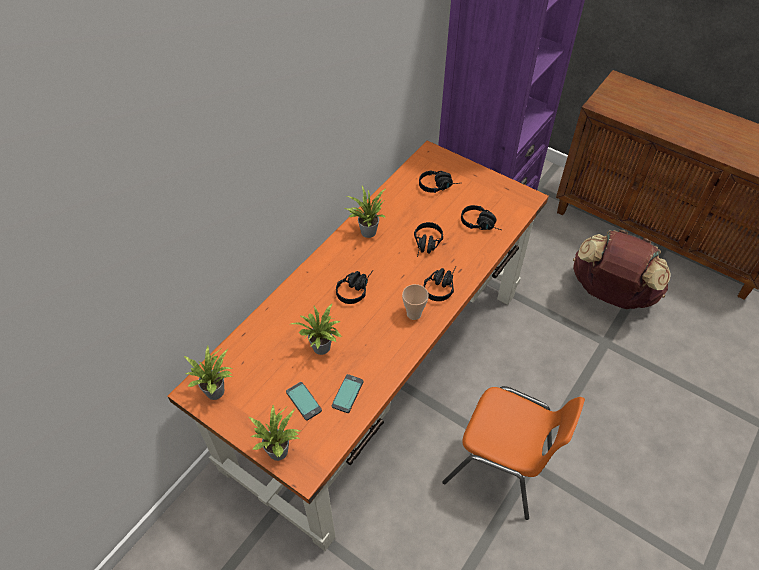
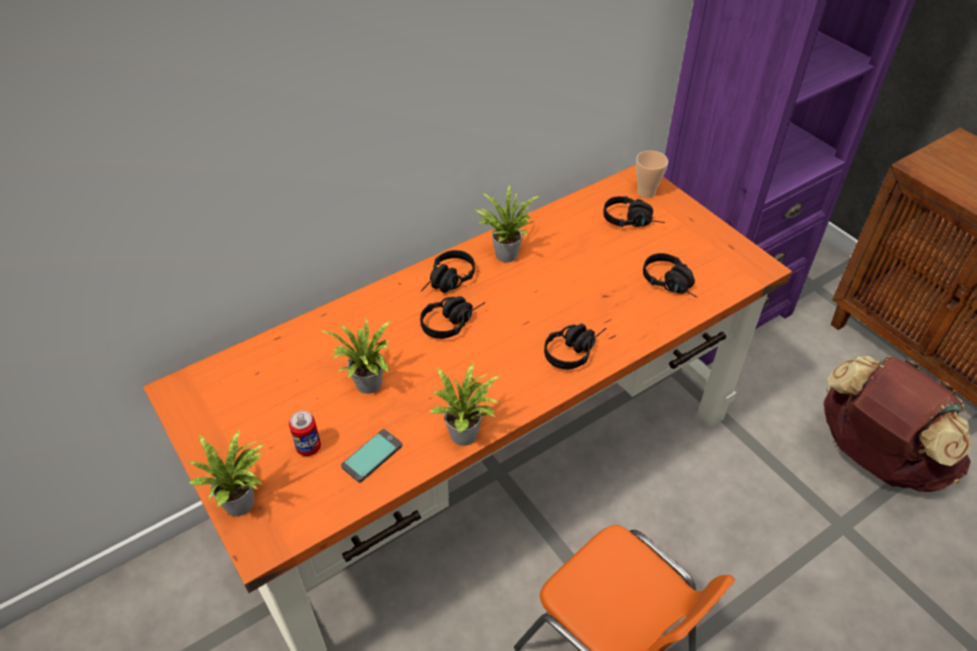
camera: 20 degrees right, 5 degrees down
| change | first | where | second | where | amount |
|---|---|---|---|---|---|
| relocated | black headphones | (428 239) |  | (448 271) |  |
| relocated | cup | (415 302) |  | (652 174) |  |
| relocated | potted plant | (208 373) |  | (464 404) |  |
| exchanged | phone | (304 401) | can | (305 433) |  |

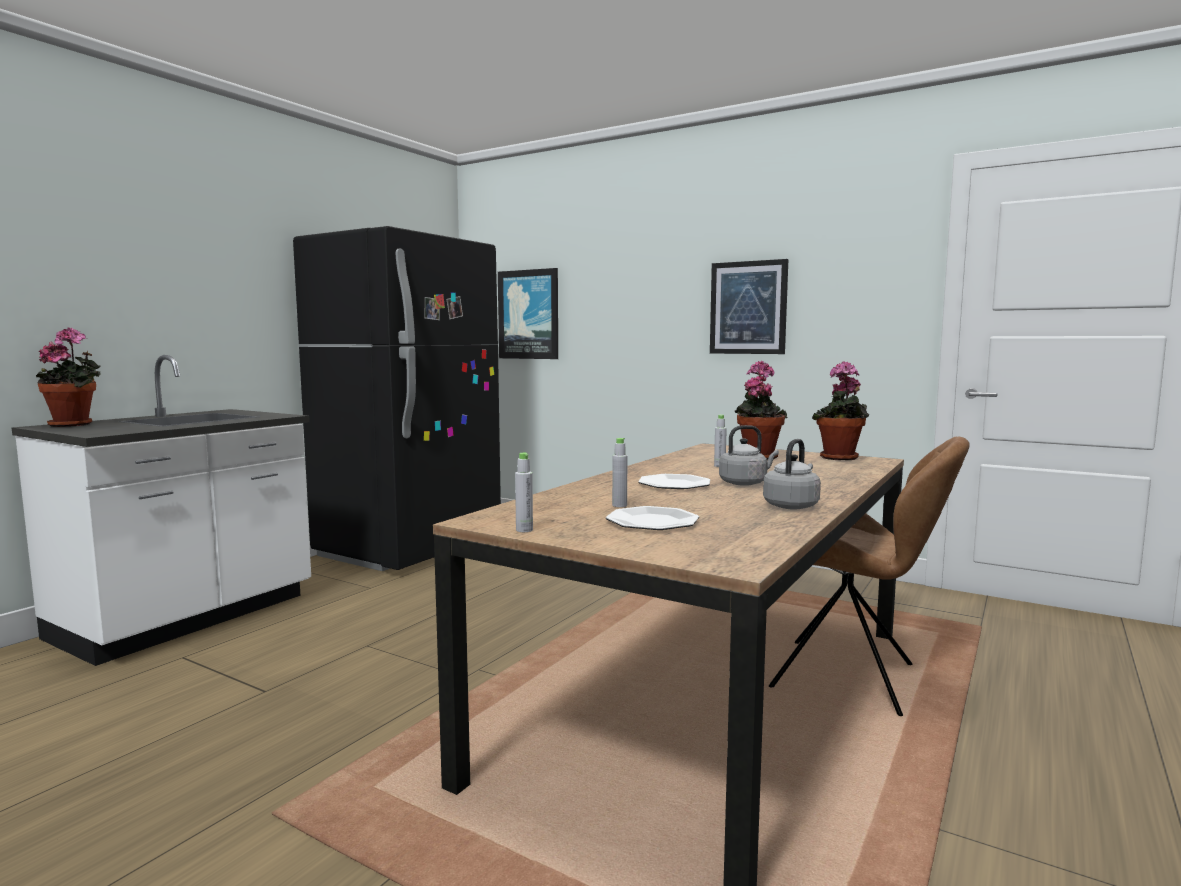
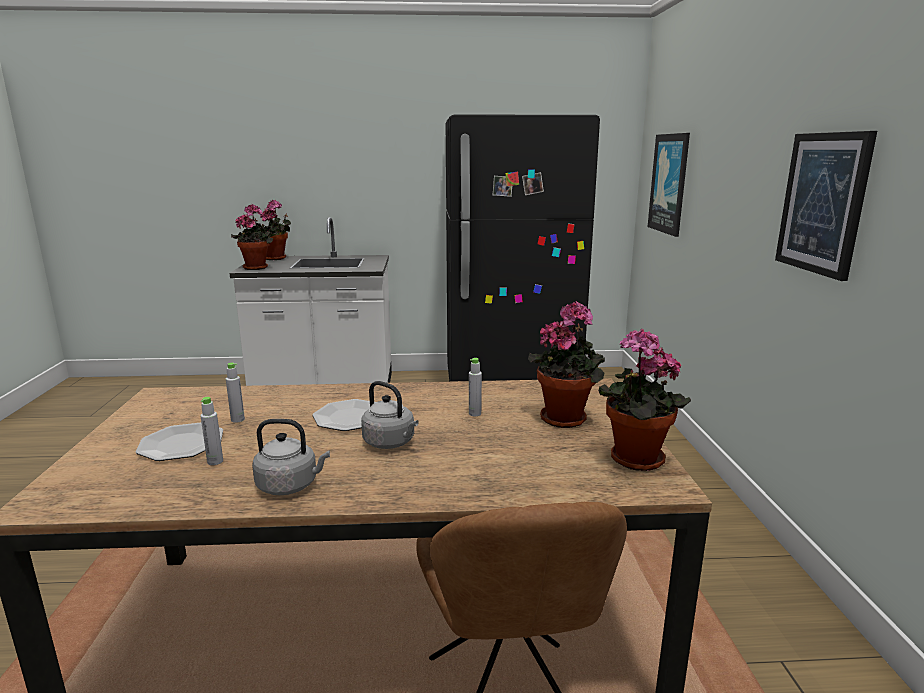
camera: 55 degrees right, 10 degrees up
| change | first | where | second | where | amount |
|---|---|---|---|---|---|
| relocated | grey bottle | (524 492) |  | (211 431) |  |
| appeared |  |  | potted plant | (252 237) |  |

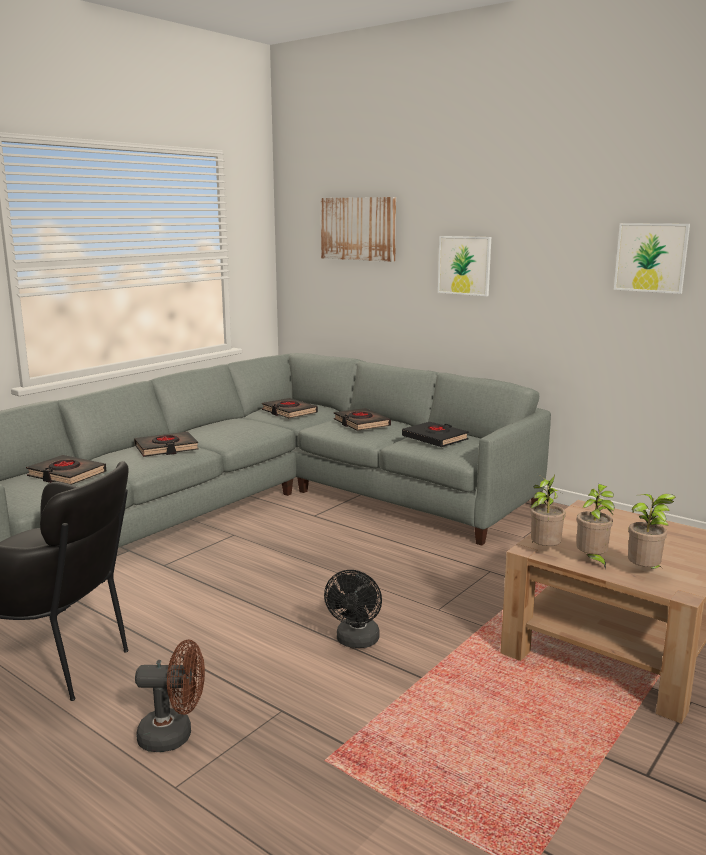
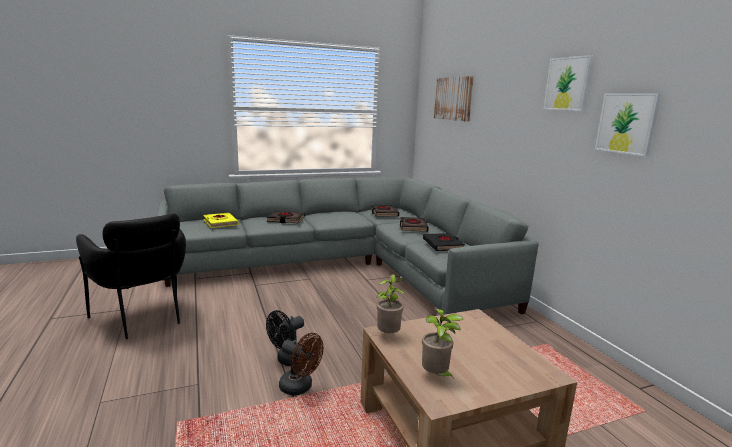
camera: 30 degrees right, 0 degrees up
| change | first | where | second | where | amount |
|---|---|---|---|---|---|
| relocated | picture | (464 266) |  | (568 83) |  |
| colour | black book | (66 470) | yellow book | (220 220) |  |
| missing | potted plant | (595 527) |  |  |  |
| relocated | brown fan | (170 696) |  | (301 364) |  |

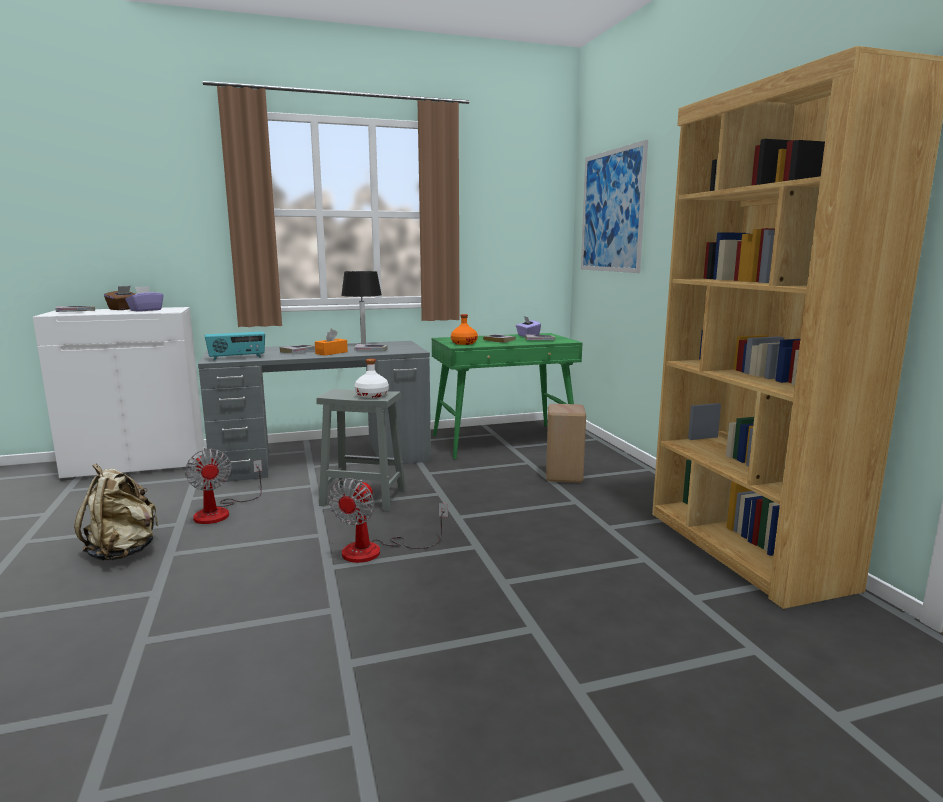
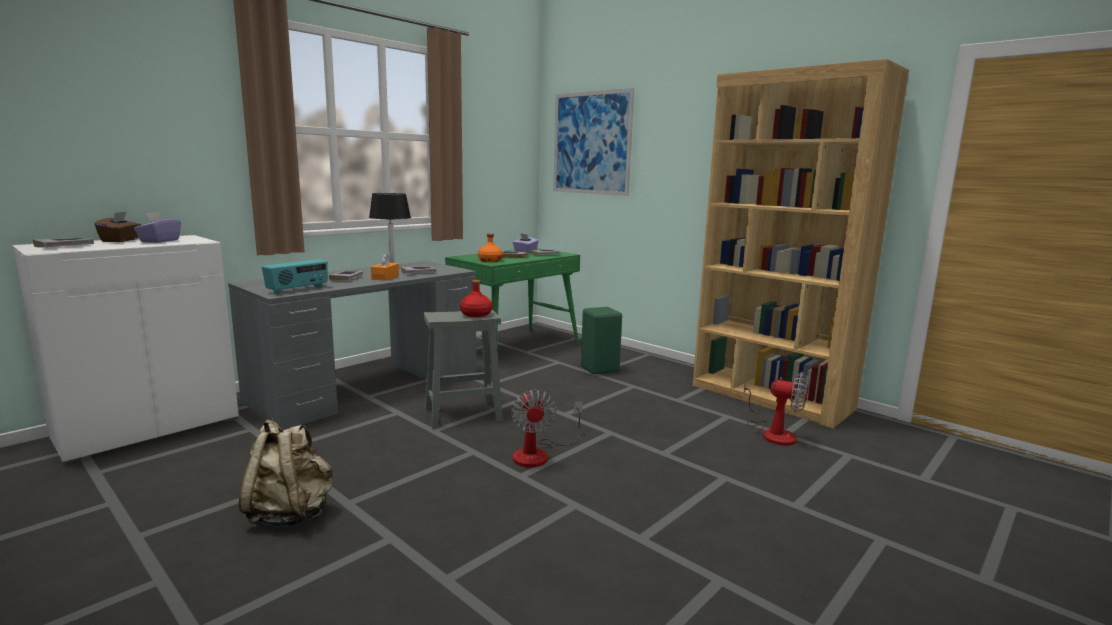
camera: 30 degrees left, 0 degrees up
| change | first | where | second | where | amount |
|---|---|---|---|---|---|
| colour | white bottle | (371 378) | red bottle | (476 298) |  |
| colour | beige stool | (566 443) | green stool | (601 341) |  |
| relocated | fan | (223 486) |  | (776 408) |  |

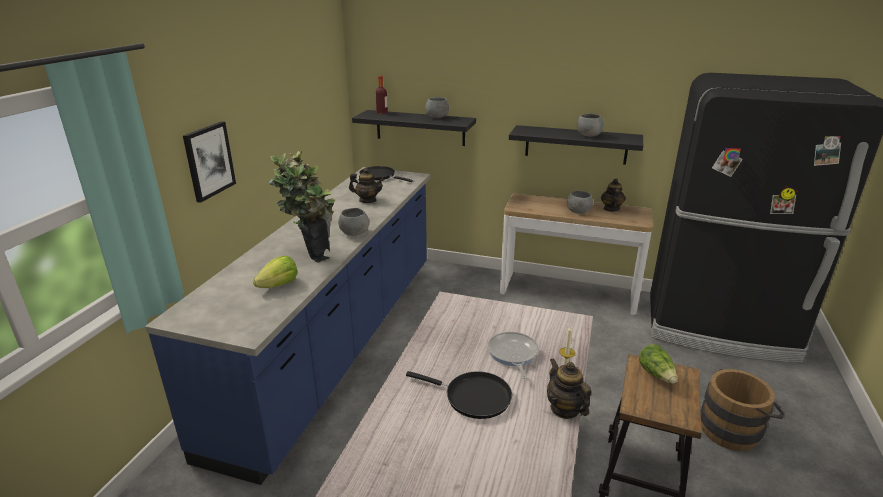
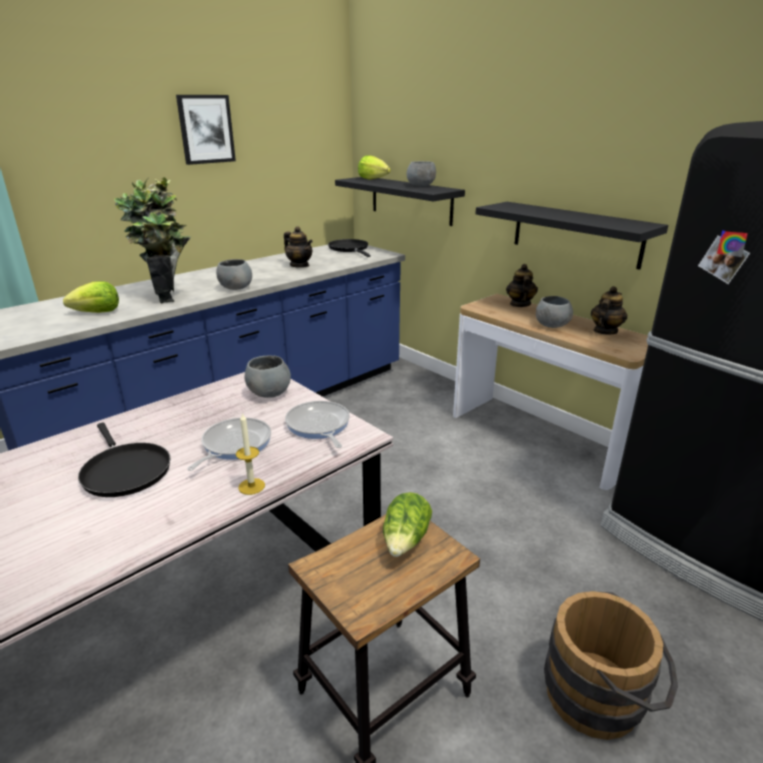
camera: 30 degrees right, 0 degrees up
| change | first | where | second | where | amount |
|---|---|---|---|---|---|
| exchanged | bottle | (382 95) | lettuce | (374 167) |  |
| relocated | grey bowl | (590 125) |  | (268 377) |  |
| relocated | picture | (209 162) |  | (206 130) |  |
| relocated | teapot | (569 388) |  | (522 285) |  |
| appeared |  |  | frying pan | (317 424) |  |

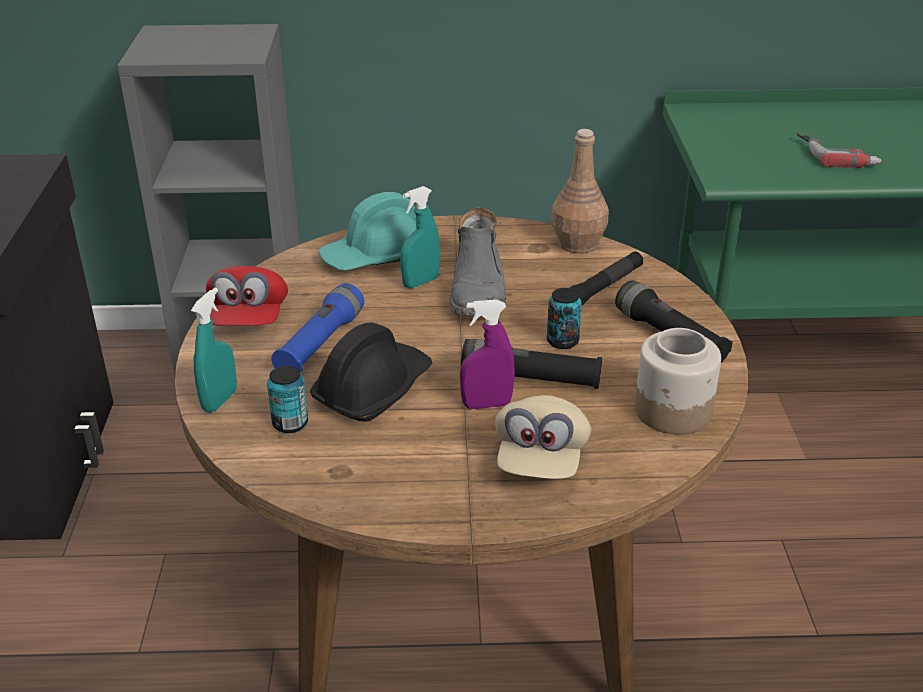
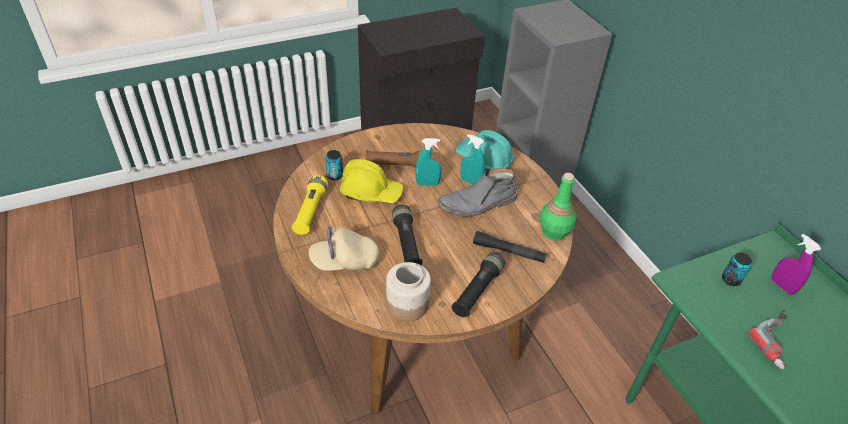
camera: 65 degrees right, 10 degrees up
| change | first | where | second | where | amount |
|---|---|---|---|---|---|
| colour | brown bottle | (580 191) | green bottle | (557 207) |  |
| missing | red cap | (247 296) |  |  |  |
| colour | blue flashlight | (317 327) | brown flashlight | (393 159) |  |
| relocated | turquoise spray bottle | (214 350) |  | (429 162) |  |
| relocated | can | (564 318) |  | (737 269) |  |
| relocated | purple spray bottle | (487 354) |  | (796 264) |  |
| colour | black hard hat | (371 372) | yellow hard hat | (371 181) |  |
| appeared |  |  | yellow flashlight | (310 205) |  |

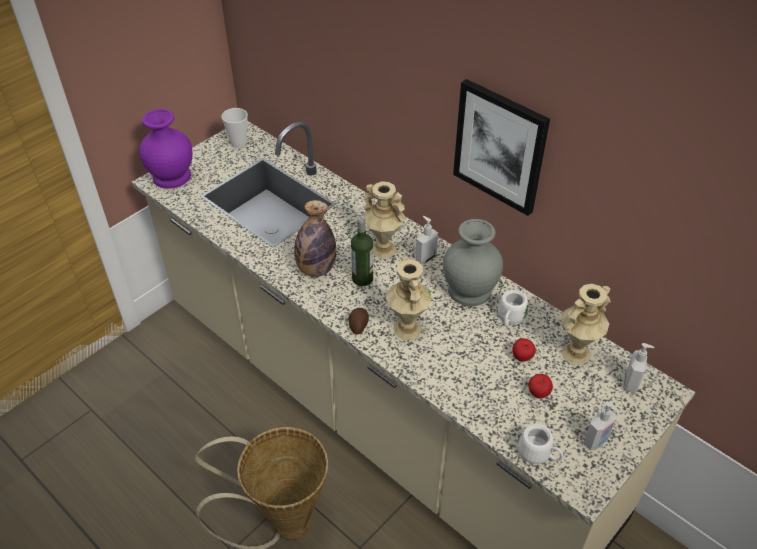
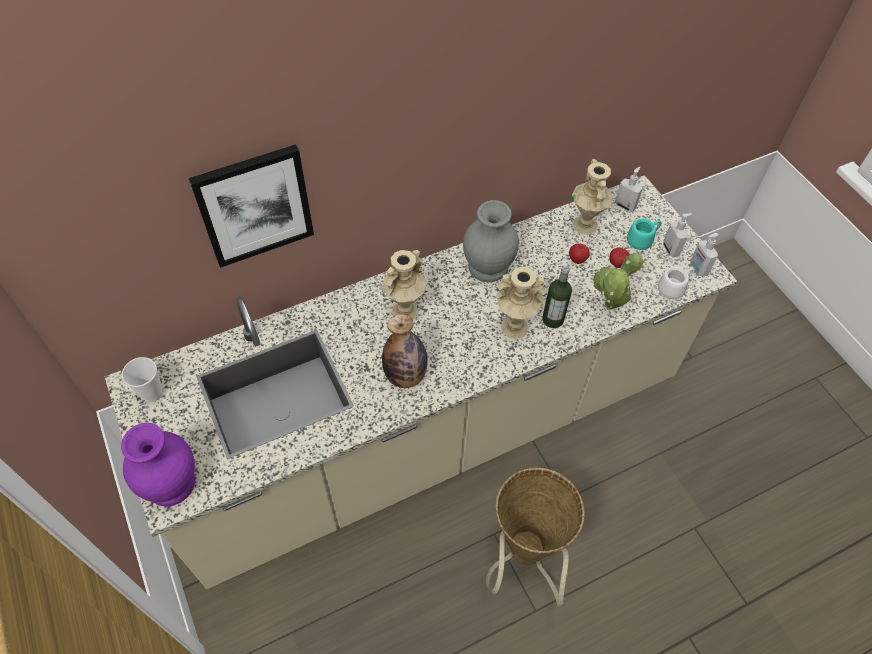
camera: 70 degrees left, 10 degrees up
| change | first | where | second | where | amount |
|---|---|---|---|---|---|
| relocated | picture | (501 147) |  | (251 206) |  |
| relocated | bottle | (362 251) |  | (557 297) |  |
| relocated | soap dispenser | (426 240) |  | (704 255) |  |
| missing | white mug | (513 308) |  |  |  |
| missing | potato | (358 321) |  |  |  |
| appeared |  |  | turquoise mug | (644 234) |  |
| appeared |  |  | potted plant | (617 280) |  |

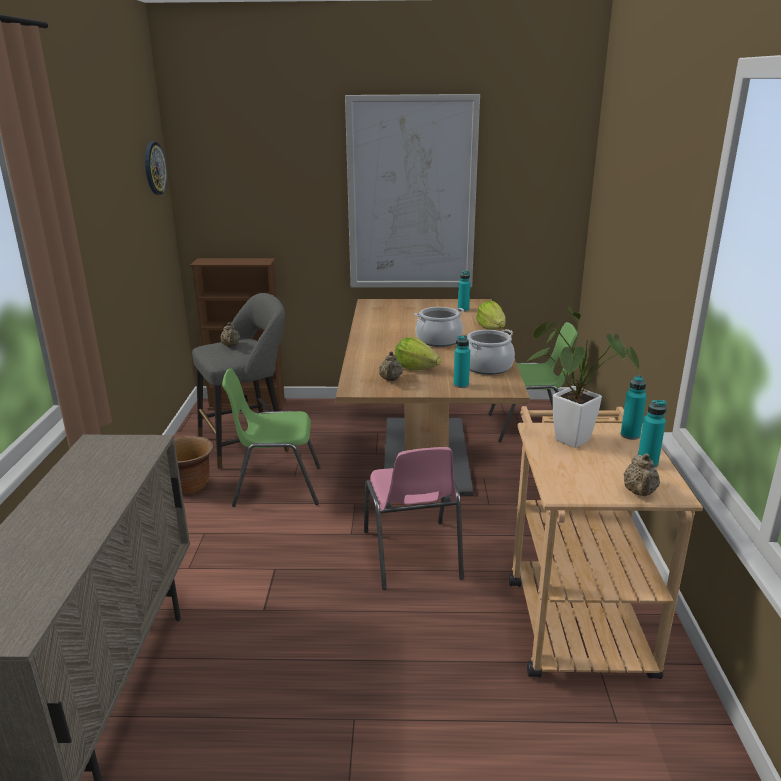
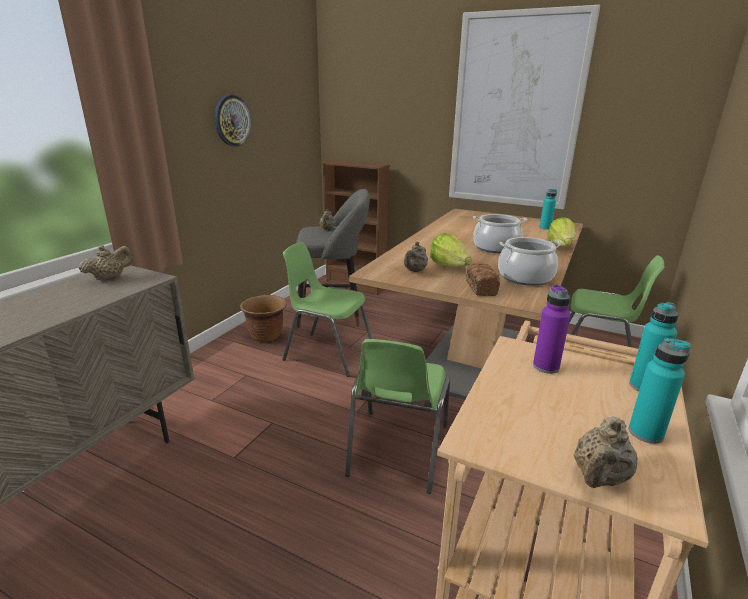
camera: 25 degrees right, 0 degrees up
| change | first | where | second | where | amount |
|---|---|---|---|---|---|
| relocated | wall clock | (156 168) |  | (232 121) |  |
| exchanged | potted plant | (582 377) | purple bottle | (551 329) |  |
| exchanged | turquoise bottle | (462 361) | bread | (483 279) |  |
| colour | pink chair | (414 518) | green chair | (397 416) |  |
| appeared |  |  | beige teapot | (106 263) |  |

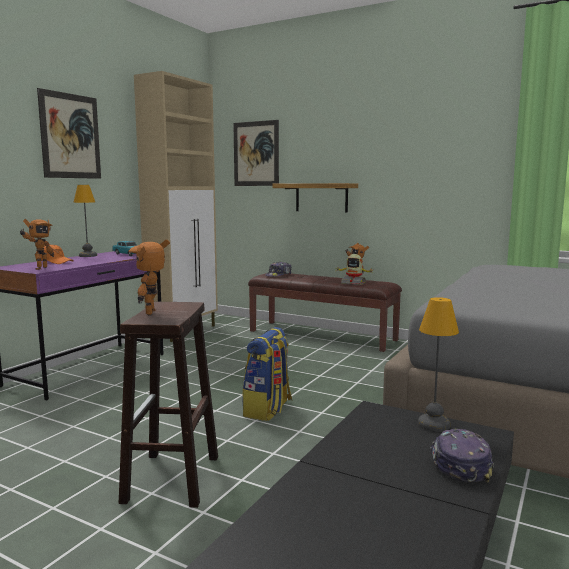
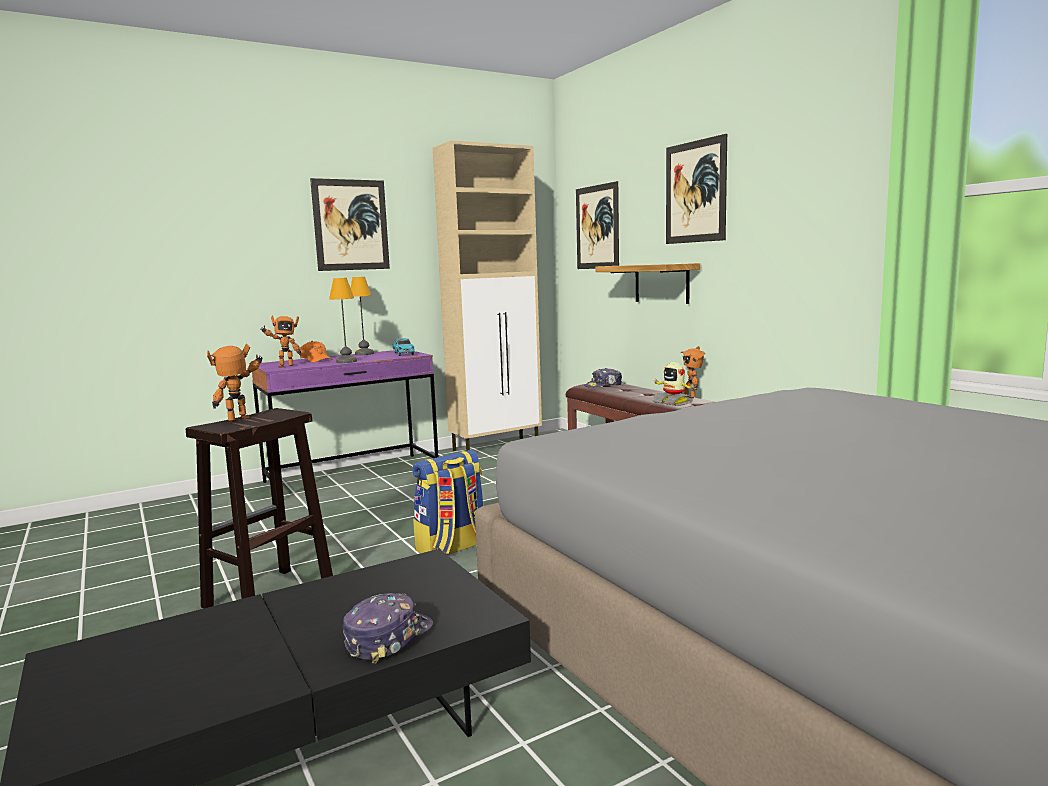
camera: 30 degrees right, 0 degrees up
| change | first | where | second | where | amount |
|---|---|---|---|---|---|
| relocated | table lamp | (438 364) |  | (343 320) |  |
| appeared |  |  | picture | (696 189) |  |

